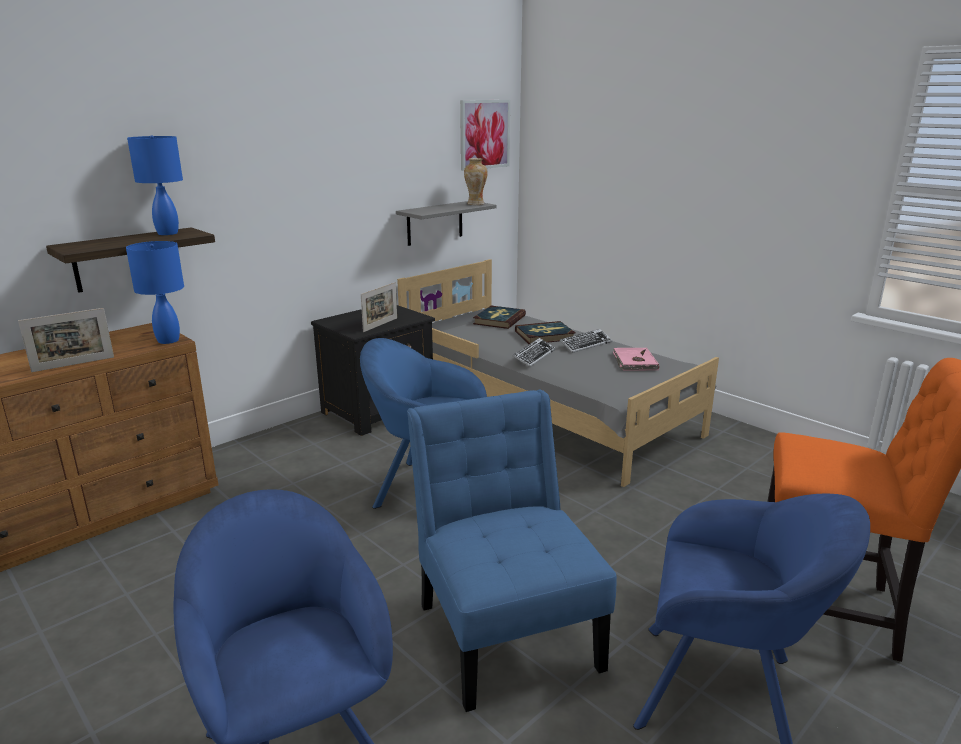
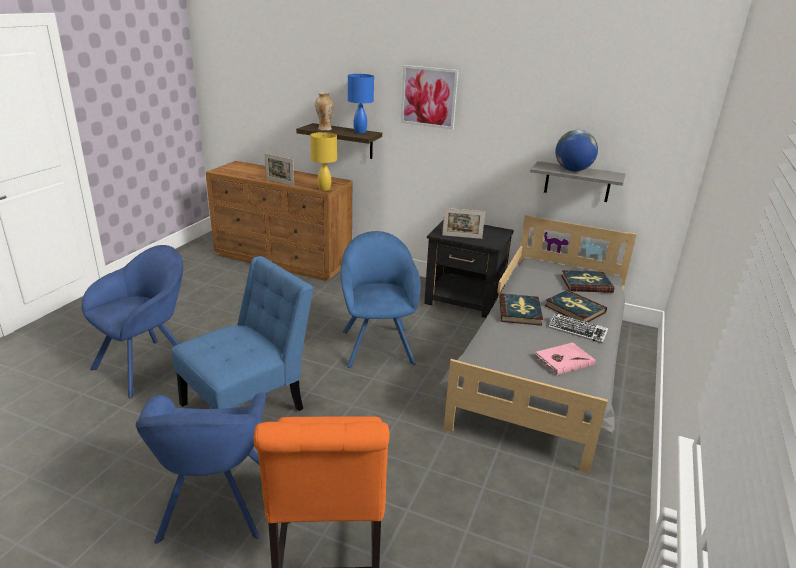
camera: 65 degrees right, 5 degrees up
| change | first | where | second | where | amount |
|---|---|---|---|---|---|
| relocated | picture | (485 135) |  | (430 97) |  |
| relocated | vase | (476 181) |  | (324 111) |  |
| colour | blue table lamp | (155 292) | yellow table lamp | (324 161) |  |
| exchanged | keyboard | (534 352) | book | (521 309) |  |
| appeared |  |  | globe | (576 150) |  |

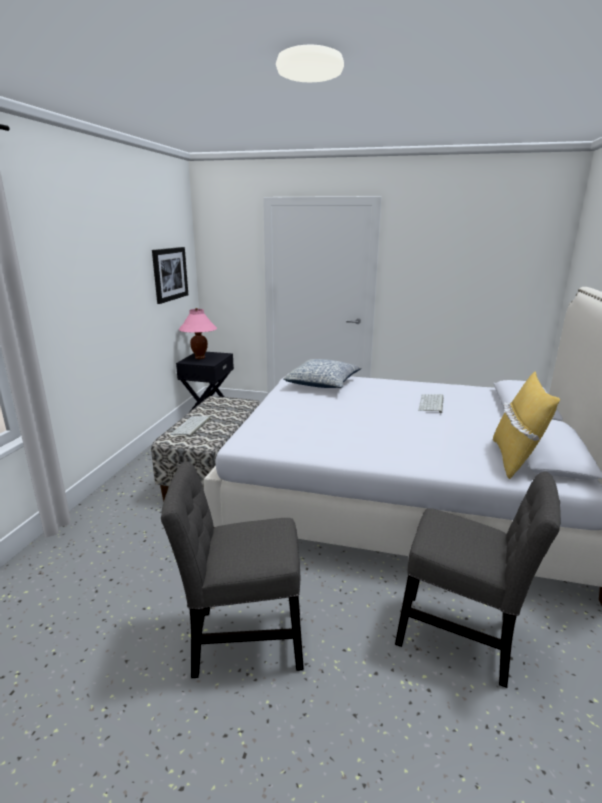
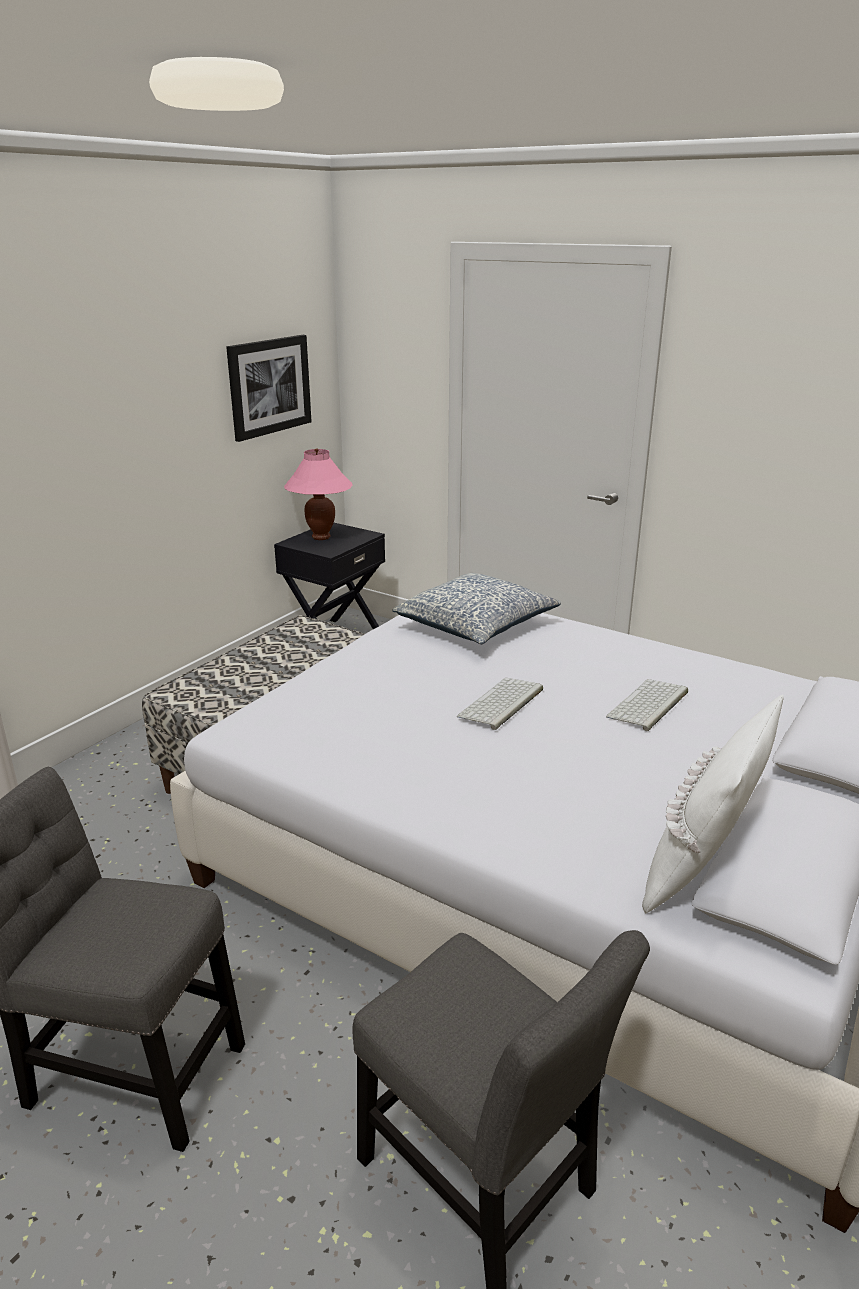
camera: 20 degrees right, 5 degrees up
| change | first | where | second | where | amount |
|---|---|---|---|---|---|
| colour | yellow pillow | (526 425) | white pillow | (713 804) |  |
| relocated | keyboard | (190 426) |  | (500 704) |  |

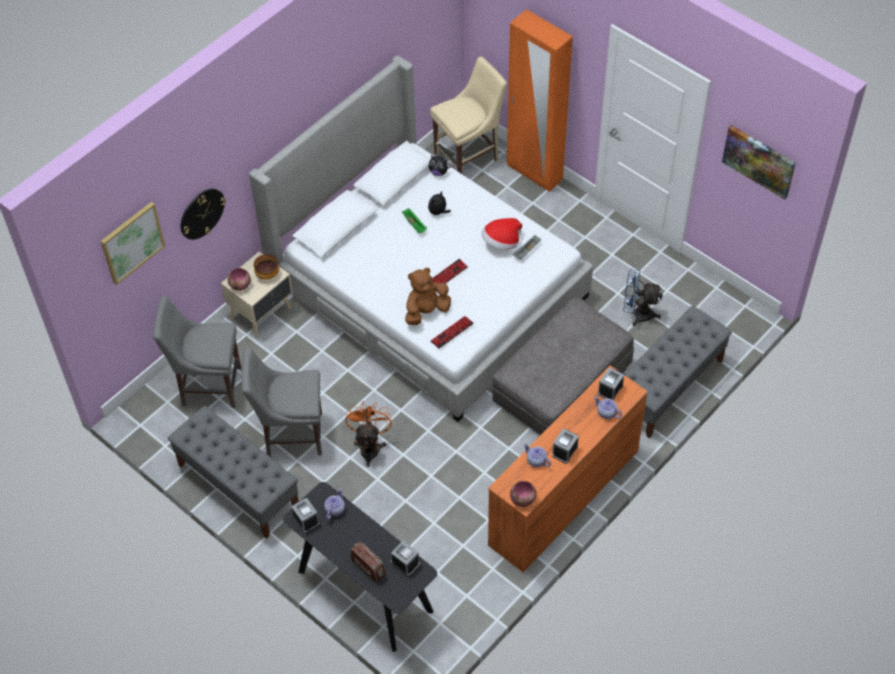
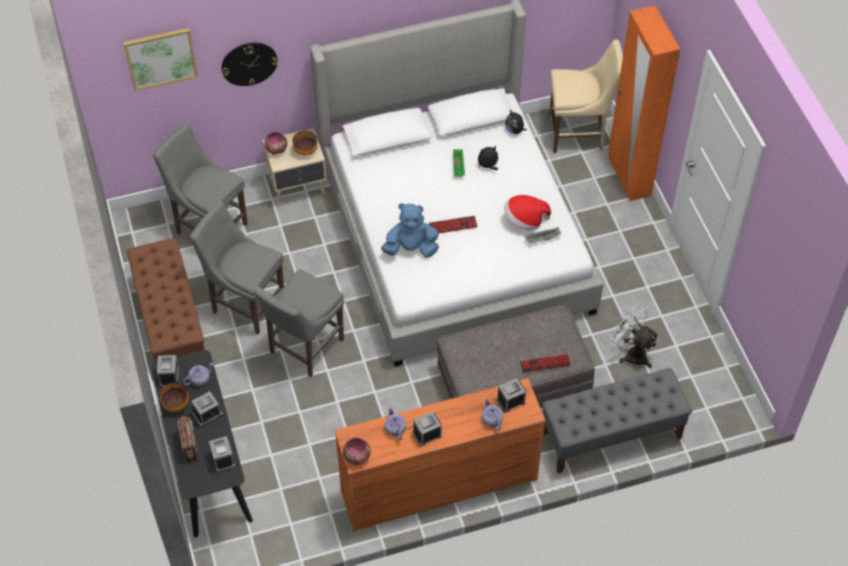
camera: 30 degrees right, 0 degrees up
| change | first | where | second | where | amount |
|---|---|---|---|---|---|
| missing | picture | (759 162) |  |  |  |
| colour | brown plush toy | (428 296) | blue plush toy | (410 230) |  |
| colour | blue fan | (643 297) | white fan | (634 336) |  |
| relocated | keyboard | (452 332) |  | (545 363) |  |
| exchanged | orange fan | (369 434) | grey chair | (298 323) |  |
| colour | grey bench | (233 472) | brown bench | (166 300) |  |
| appeared |  |  | bowl | (174 397) |  |
| appeared |  |  | alarm clock | (207 409) |  |

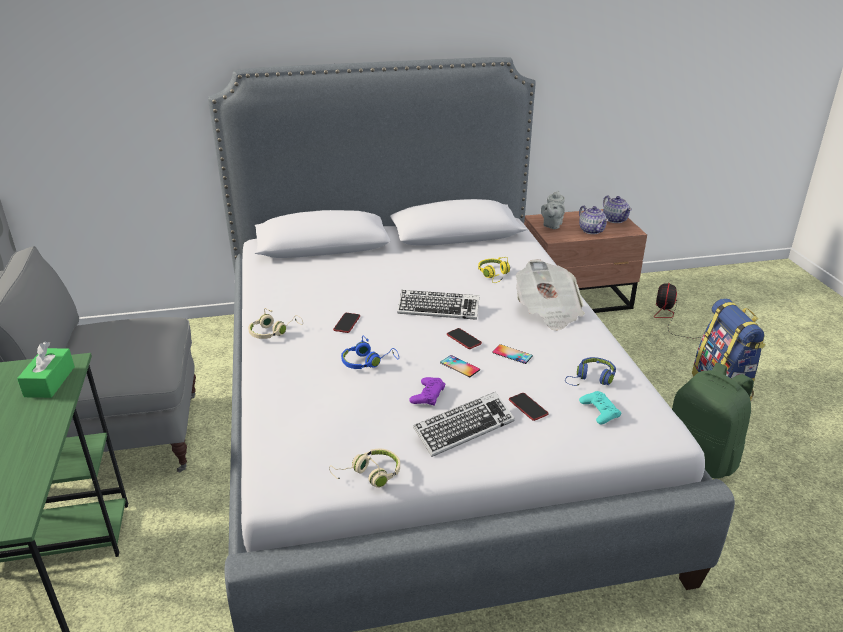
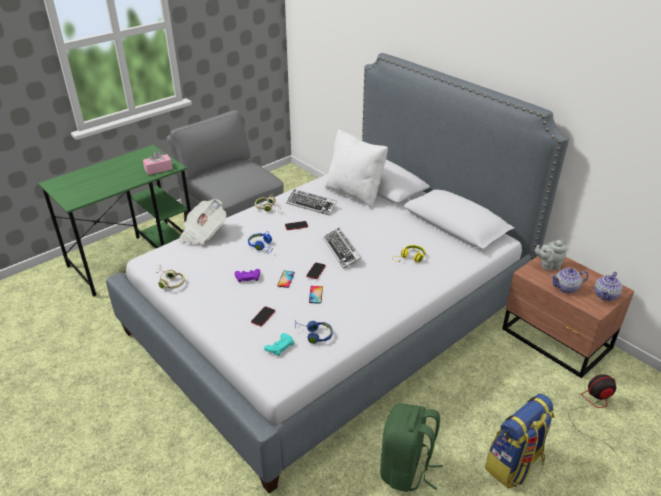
camera: 60 degrees right, 5 degrees up
| change | first | where | second | where | amount |
|---|---|---|---|---|---|
| spun | teapot | (594 219) |  | (569 280) | 45 degrees clockwise |
| relocated | newspaper | (550 295) |  | (202 222) |  |
| colour | green tissue box | (46 370) | pink tissue box | (158 162) |  |
| relocated | keyboard | (464 424) |  | (311 202) |  |
| appeared |  |  | white pillow | (356 168) |  |

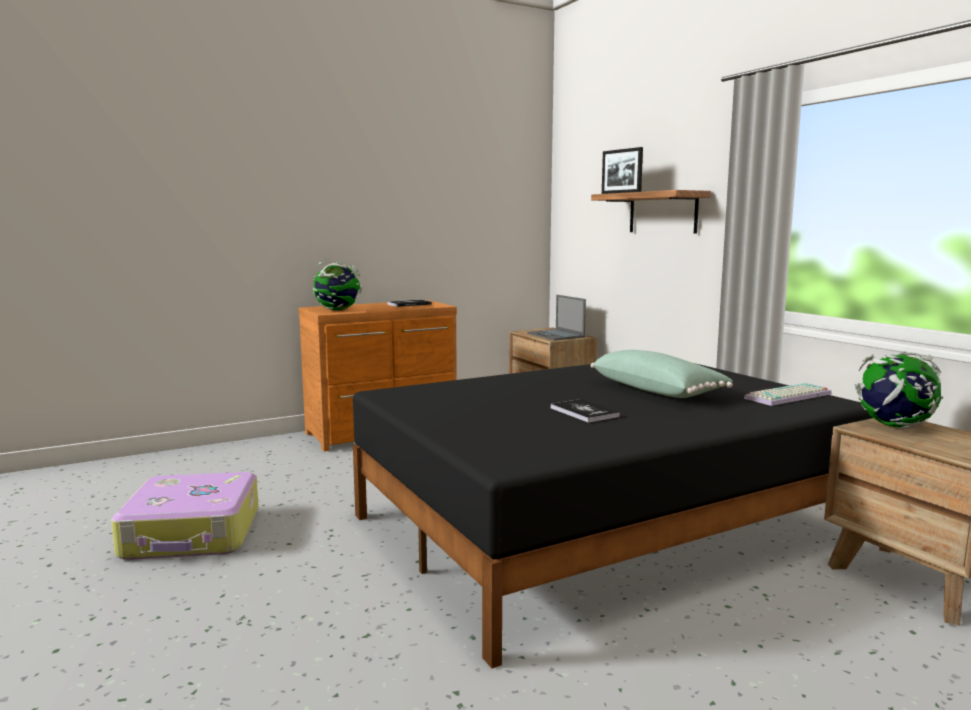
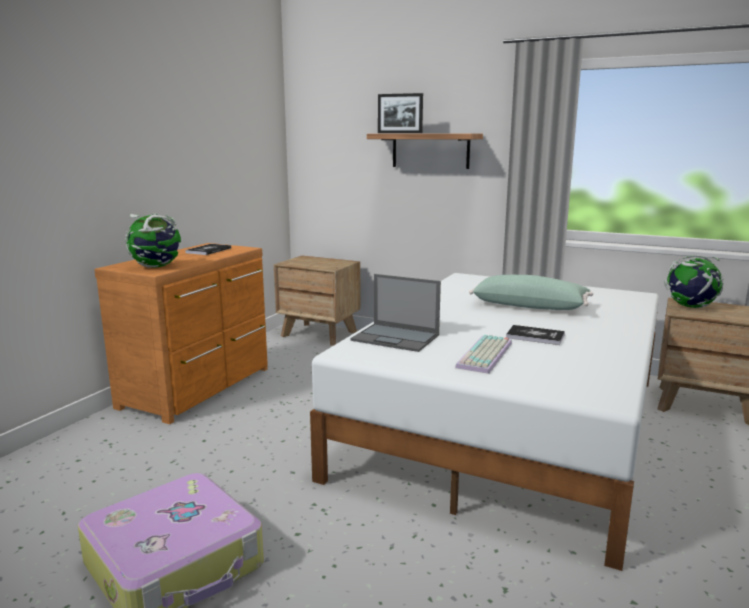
camera: 35 degrees left, 5 degrees up
| change | first | where | second | where | amount |
|---|---|---|---|---|---|
| relocated | laptop | (556 317) |  | (395 313) |  |
| colour | black bed | (613 515) | white bed | (484 422) |  |
| relocated | keyboard | (788 394) |  | (483 354) |  |

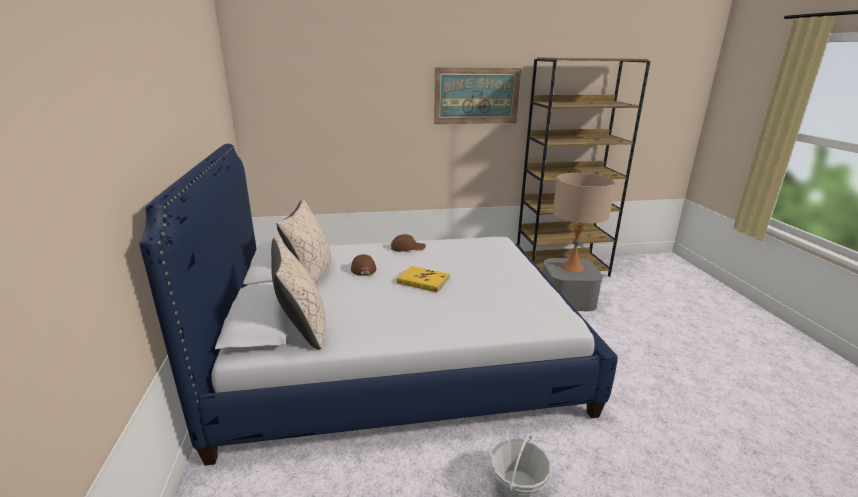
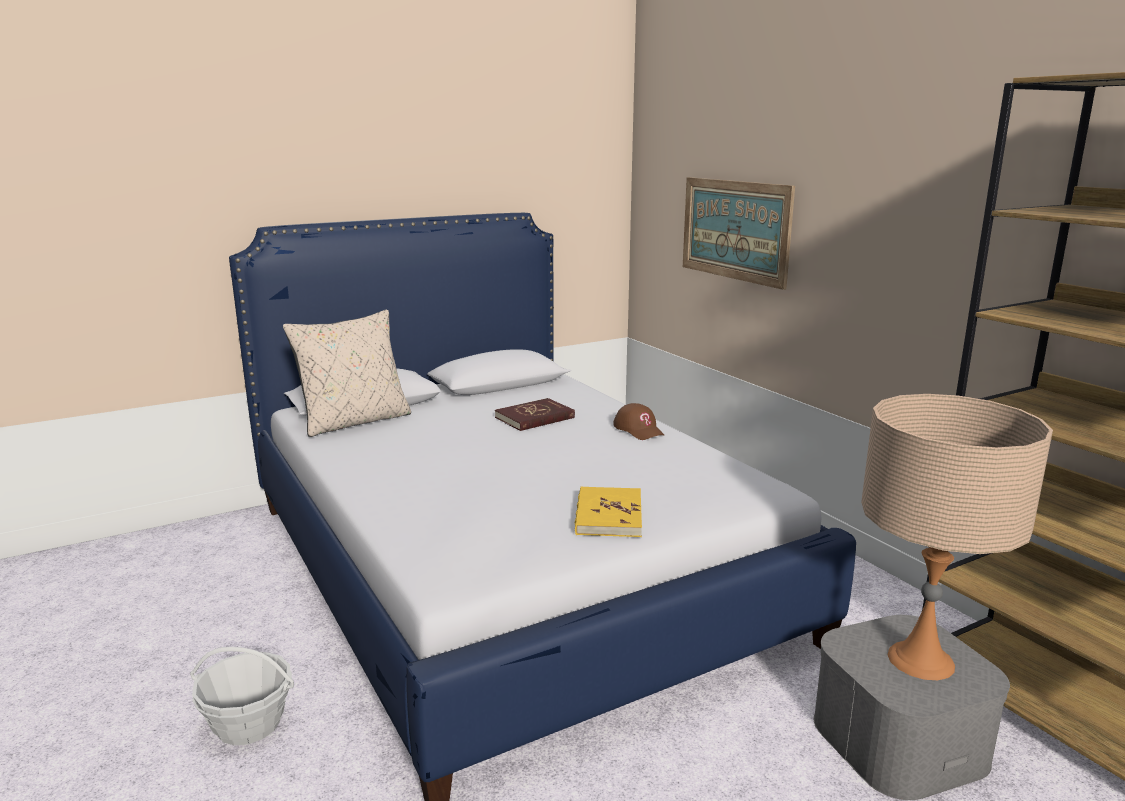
camera: 70 degrees right, 5 degrees down
| change | first | where | second | where | amount |
|---|---|---|---|---|---|
| relocated | picture | (477 95) |  | (739 233) |  |
| missing | beige pillow | (304 241) |  |  |  |
| exchanged | brown cap | (363 265) | red book | (535 414) |  |
| relocated | yellow book | (423 279) |  | (608 511) |  |

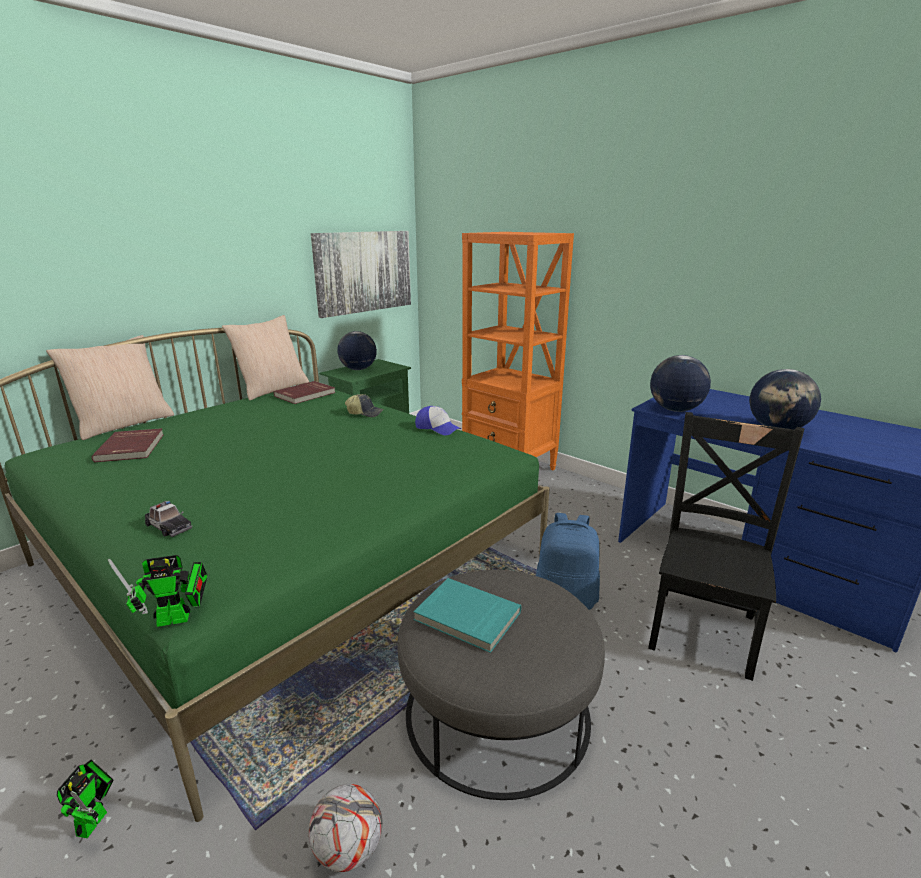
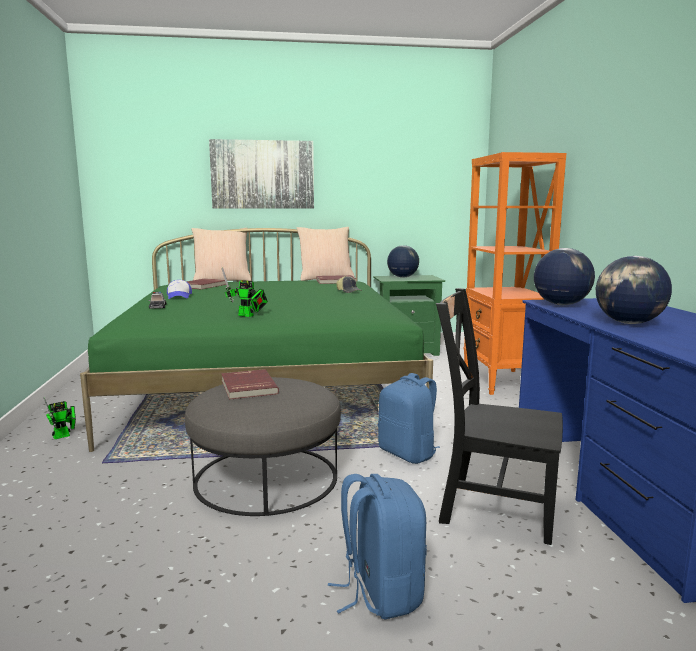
camera: 40 degrees right, 10 degrees down
| change | first | where | second | where | amount |
|---|---|---|---|---|---|
| relocated | picture | (361 274) |  | (261 174) |  |
| relocated | cap | (438 420) |  | (179 289) |  |
| spun | black chair | (726 546) |  | (499 416) | 135 degrees counterclockwise |
| relocated | toy robot | (157 591) |  | (245 292) |  |
| colour | turquoise book | (467 615) | red book | (250 384) |  |
| missing | football | (345 828) |  |  |  |
| appeared |  |  | blue backpack | (377 546) |  |

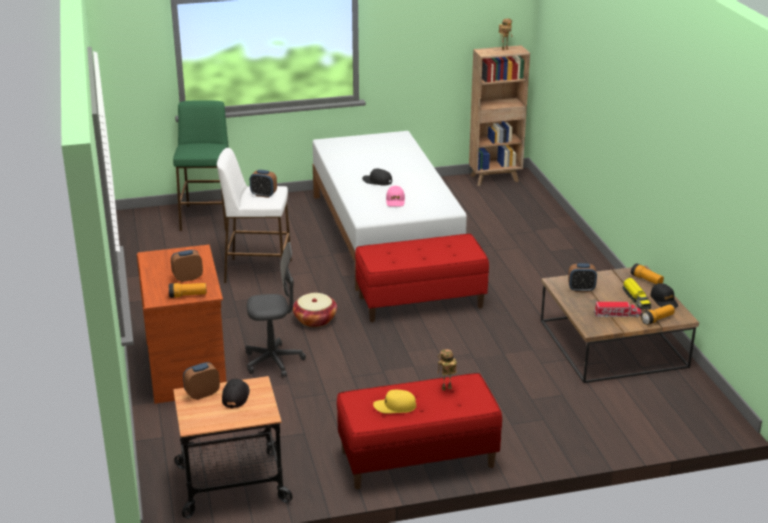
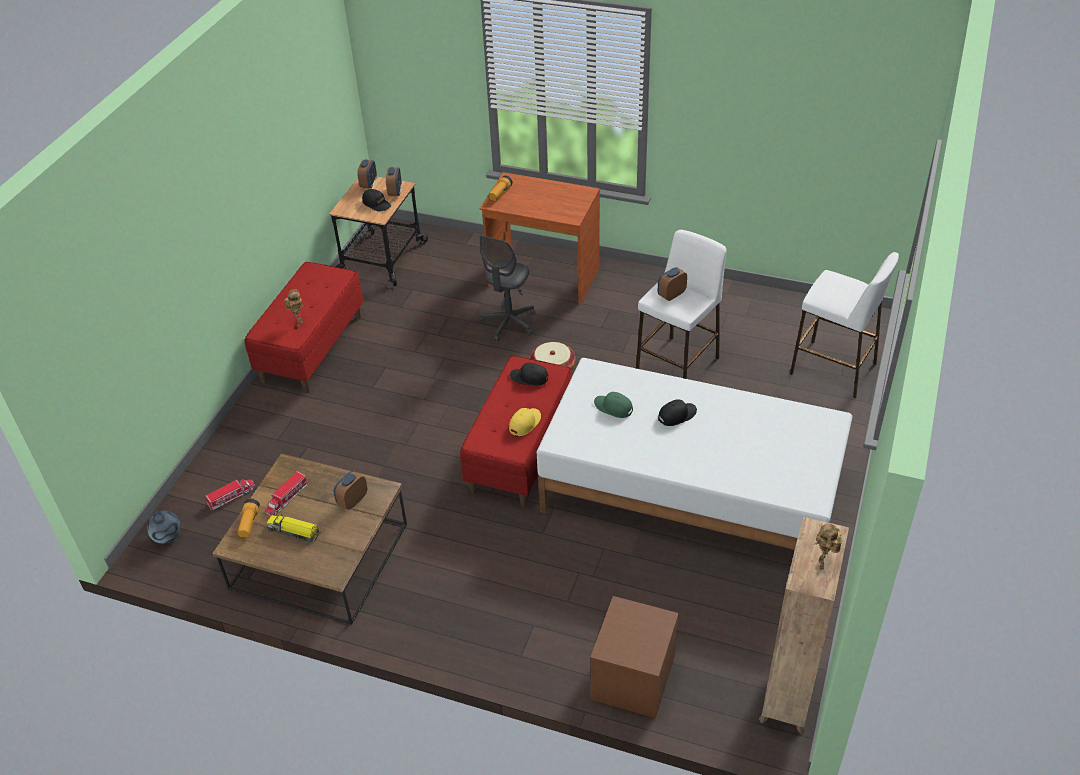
camera: 125 degrees right, 15 degrees up
| change | first | where | second | where | amount |
|---|---|---|---|---|---|
| colour | green stool | (201 165) | white stool | (844 325) |  |
| colour | pink cap | (395 196) | green cap | (613 405) |  |
| relocated | alarm clock | (187 266) |  | (367 174) |  |
| missing | flashlight | (647 273) |  |  |  |
| relocated | black cap | (664 295) |  | (529 374) |  |
| relocated | yellow cap | (394 402) |  | (525 422) |  |
| appeared |  |  | toy truck | (230 494) |  |
| appeared |  |  | football | (164 527) |  |
| appeared |  |  | brown nightstand | (634 657) |  |

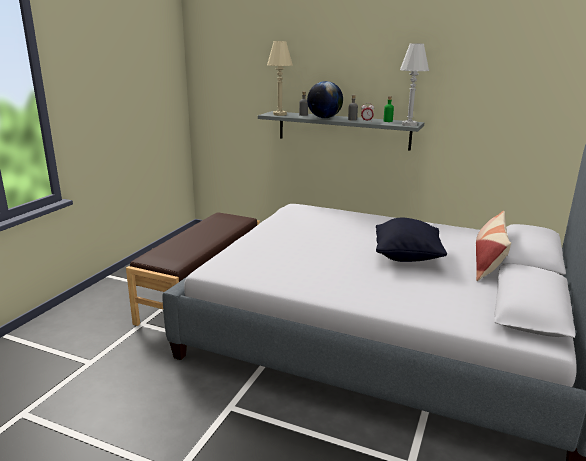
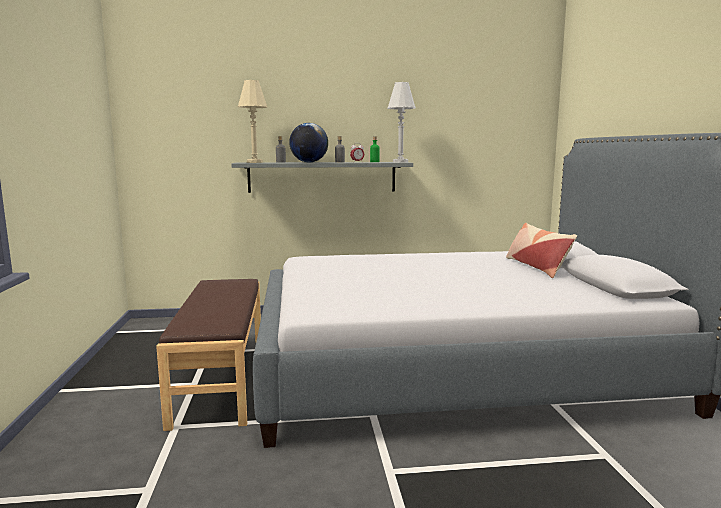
camera: 30 degrees left, 10 degrees down
| change | first | where | second | where | amount |
|---|---|---|---|---|---|
| missing | black pillow | (411 240) |  |  |  |

